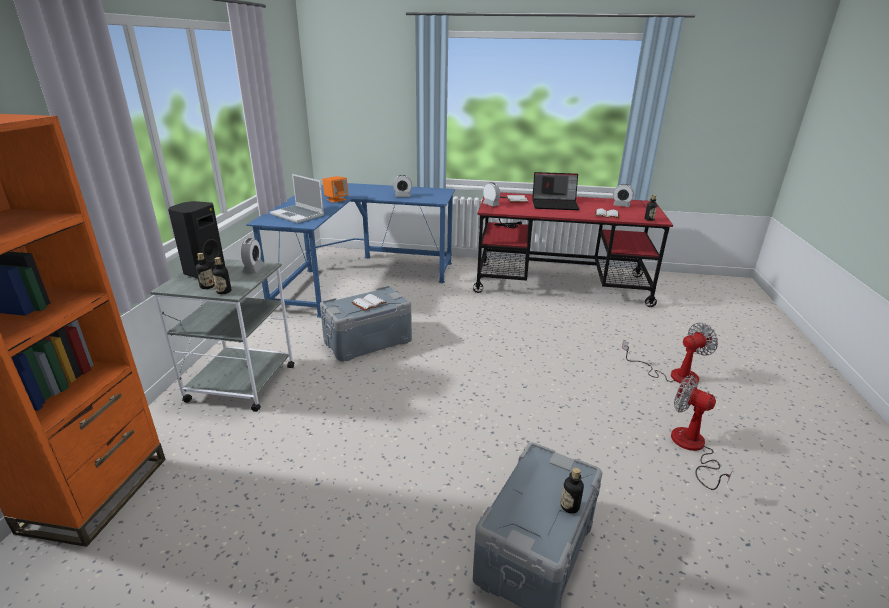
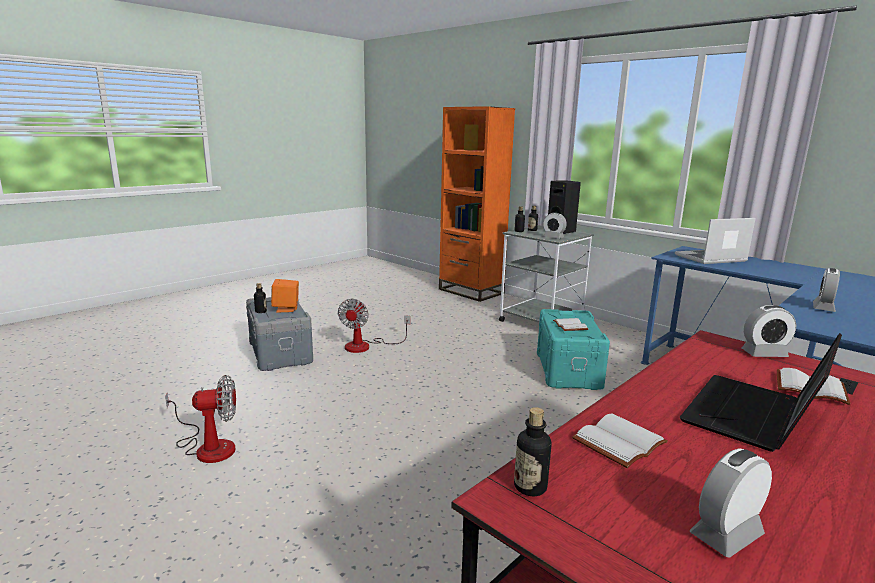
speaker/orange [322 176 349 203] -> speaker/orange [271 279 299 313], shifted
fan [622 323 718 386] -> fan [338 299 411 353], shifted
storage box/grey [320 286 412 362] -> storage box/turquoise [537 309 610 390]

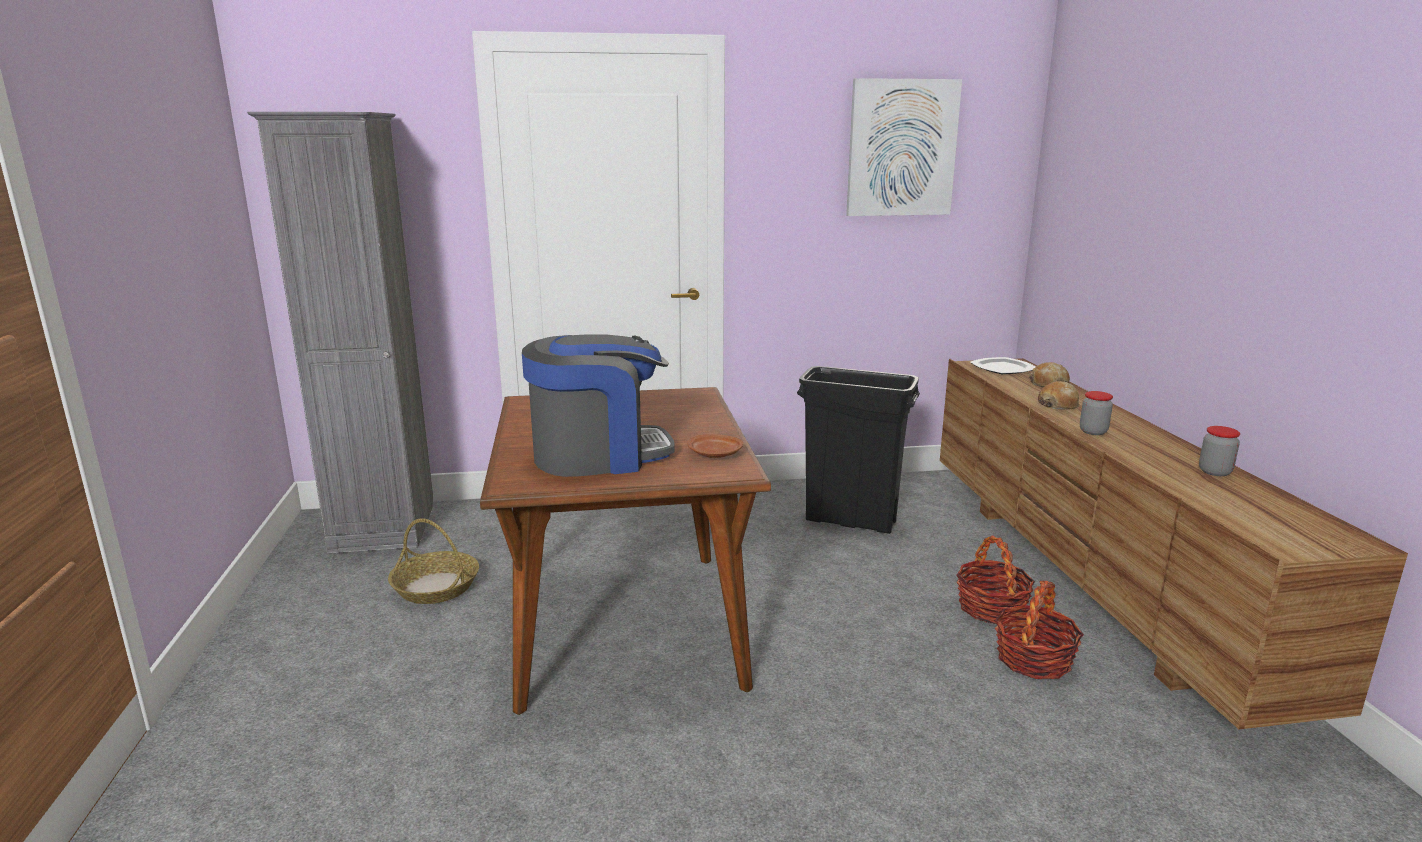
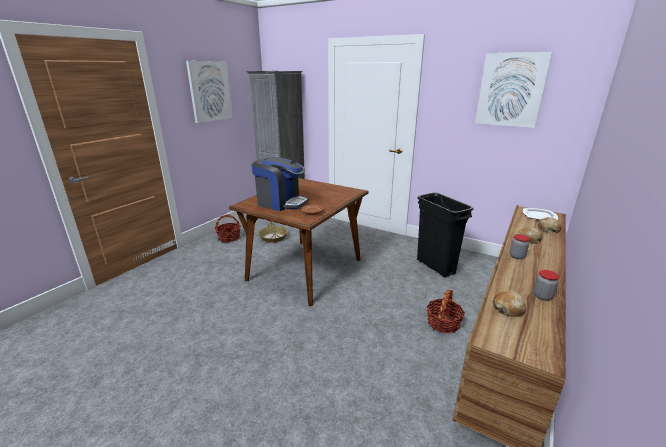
none -> picture [186 61 233 123]
none -> bread [493 291 526 317]
basket [995 581 1084 680] -> basket [215 214 241 242], shifted

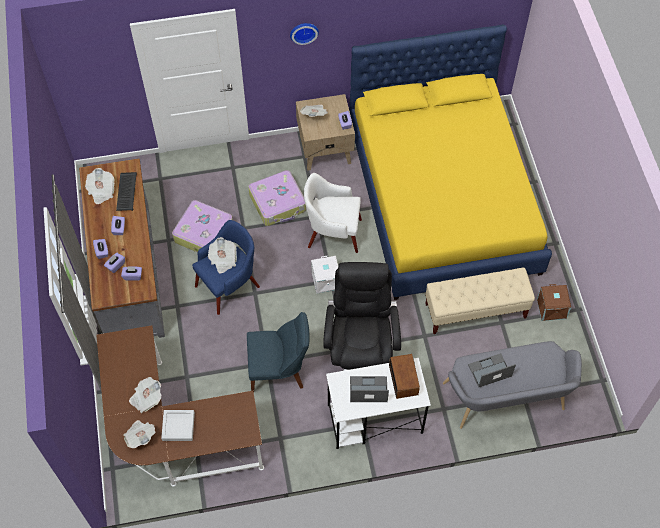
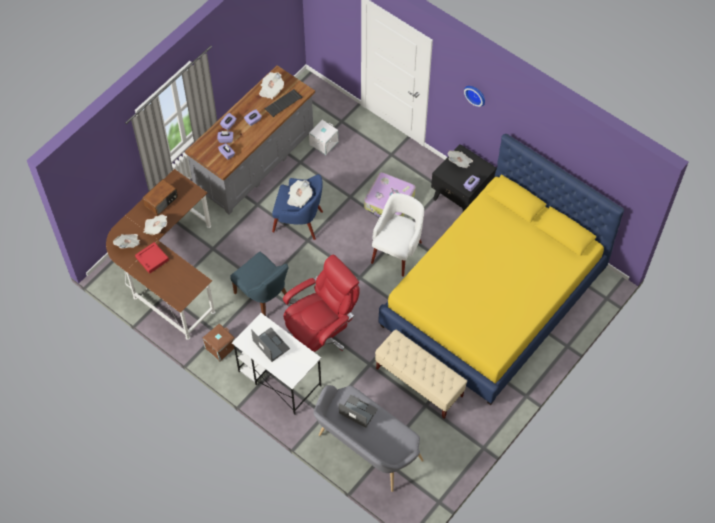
suitcase [172 200 233 252] -> none
storage box/white [311 256 338 294] -> storage box/white [309 120 339 155], shifted
radio [389 354 420 399] -> radio [143 179 178 216], shifted
storage box/brown [537 284 571 321] -> storage box/brown [203 323 235 362], shifted
tray/grey [161 410 195 441] -> tray/red [135 242 169 274]
nightstand/beige [296 94 355 171] -> nightstand/black [431 144 497 212]
office chair/black [323 262 401 371] -> office chair/red [283 254 360 352]
armchair/white [304 173 362 253] -> armchair/white [371 193 424 277], 60 degrees clockwise

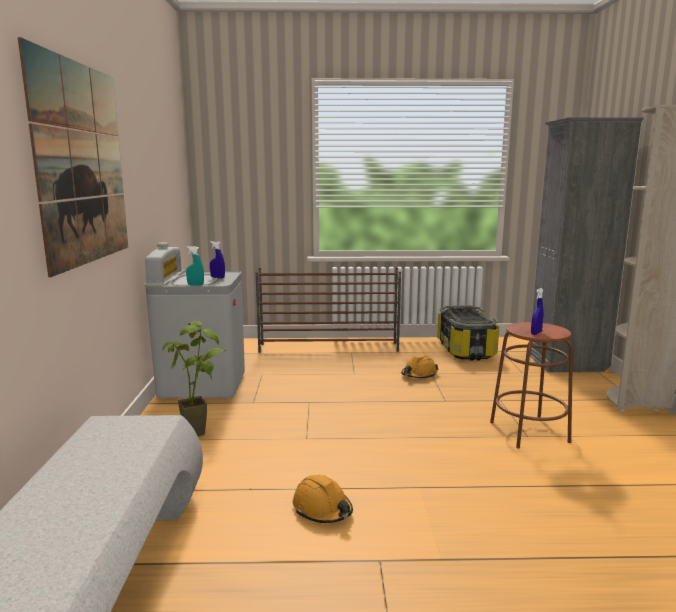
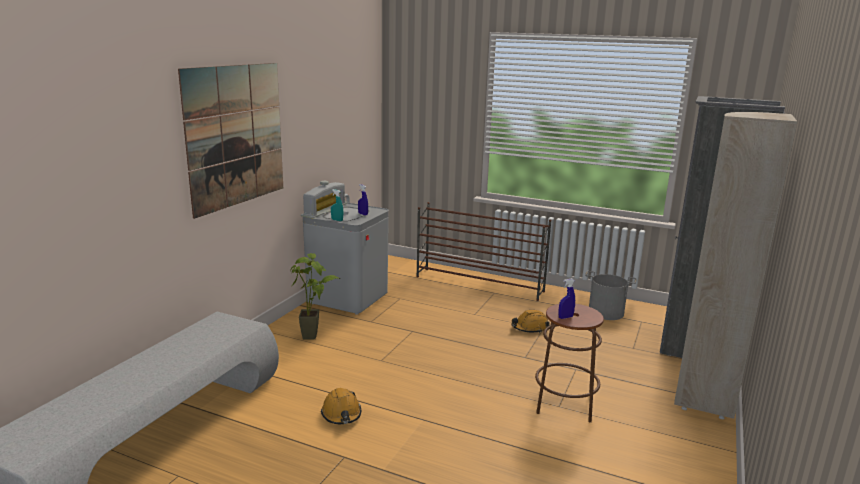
storage box [437 306 499 361] -> bucket/grey [585 271 637 320]

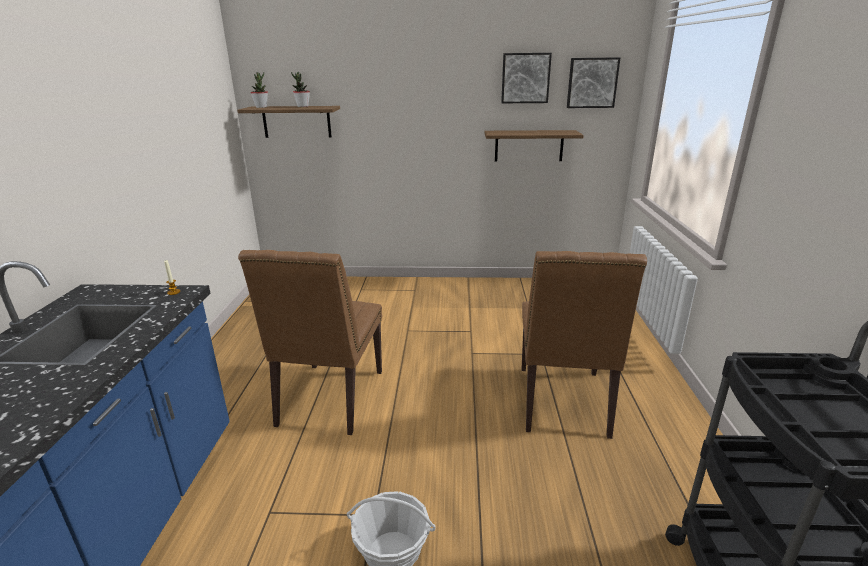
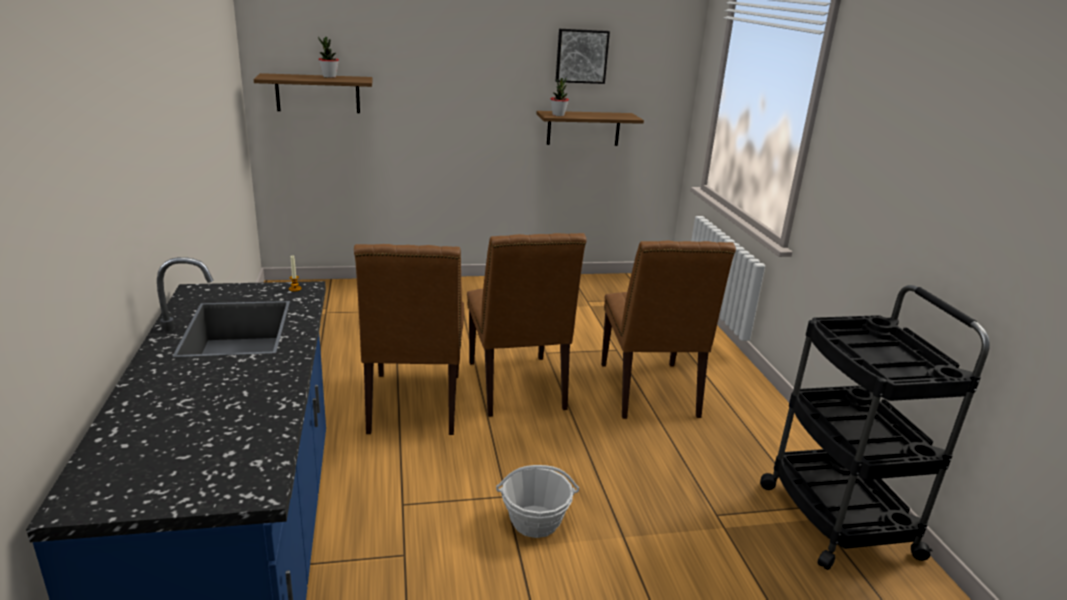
picture [567 57 620 108] -> none
none -> chair/brown [467 233 586 417]
potted plant [250 72 268 108] -> potted plant [550 78 569 116], shifted

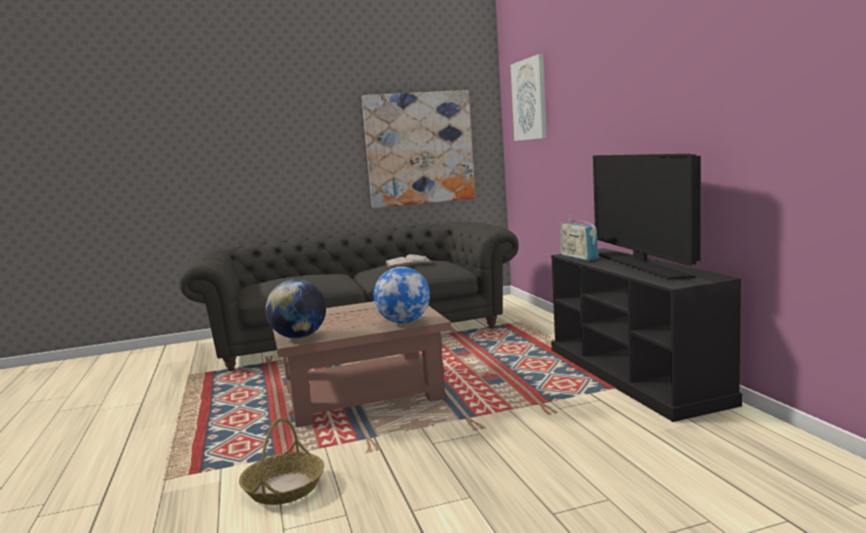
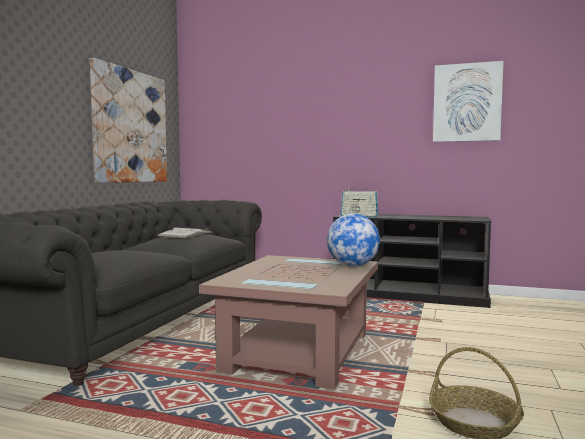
globe [266 279 326 338] -> none
television [593 154 701 280] -> none
picture [511 54 547 141] -> picture [433 61 504 142], shifted

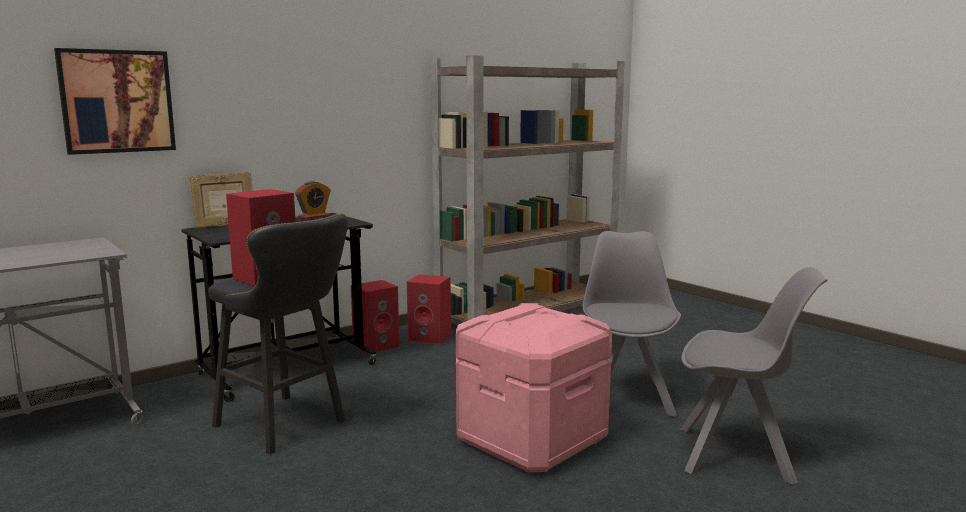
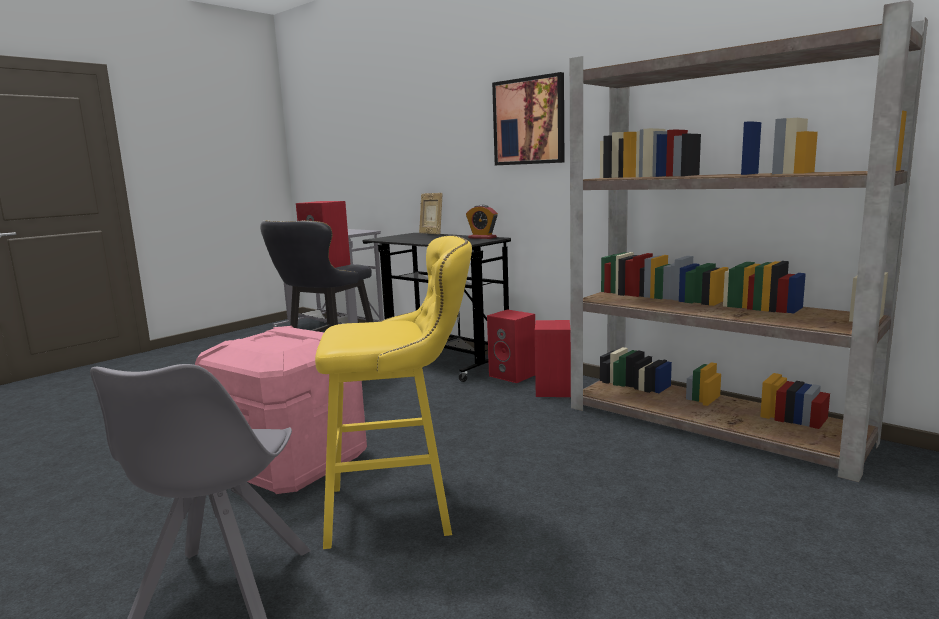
picture [54 48 176 155] -> picture [492 72 564 165], shifted
chair/grey [583 231 681 417] -> stool/yellow [315 235 472 549]

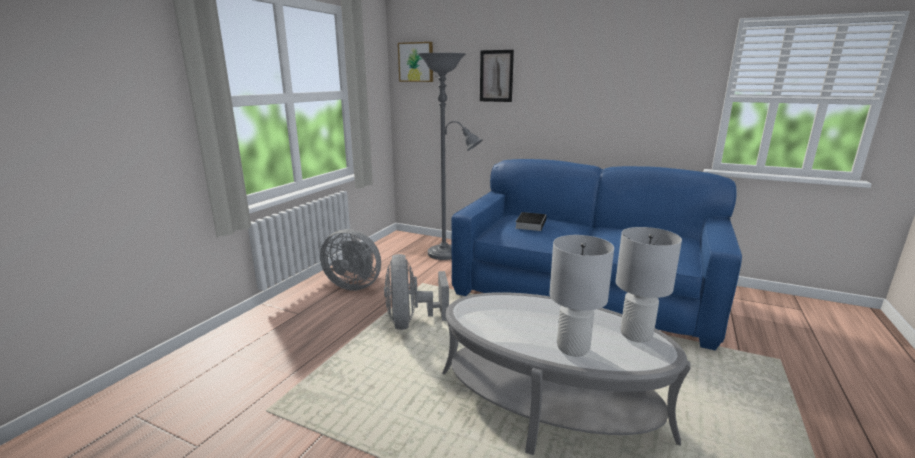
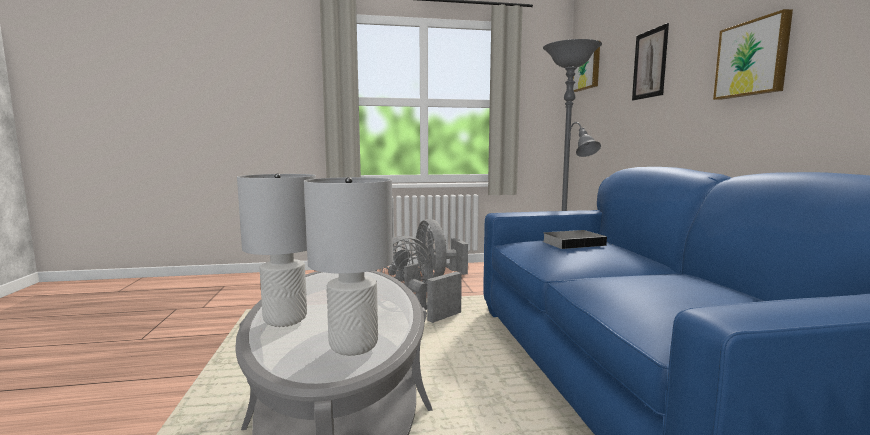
none -> picture [713 9 793 100]

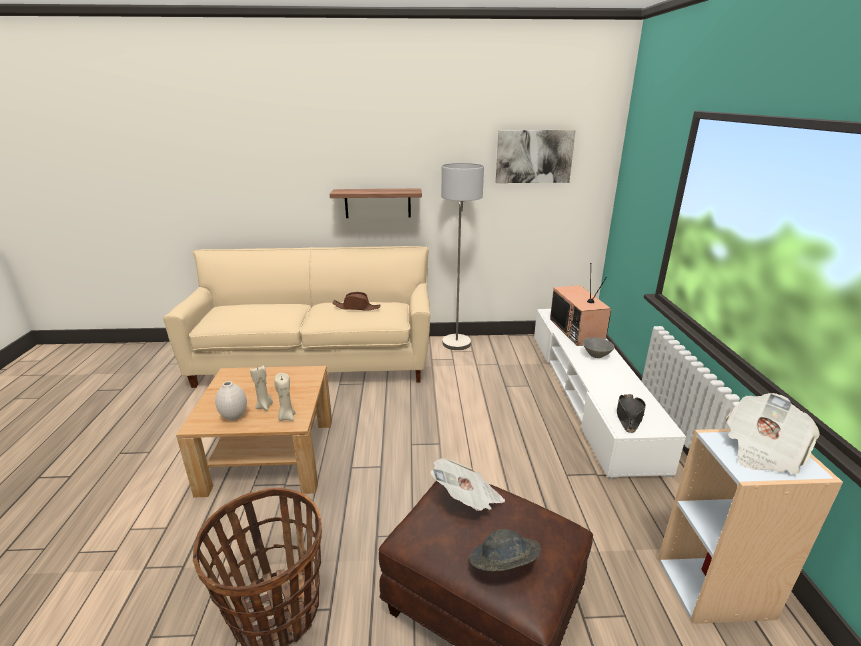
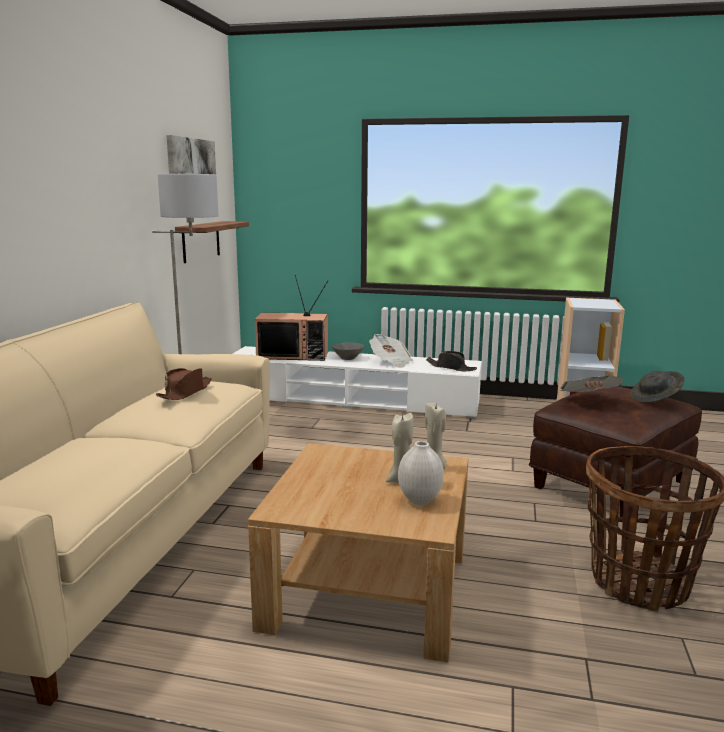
shelf [330 189 422 218] -> shelf [175 221 249 263], shifted
newspaper [726 393 820 474] -> newspaper [369 334 413 368], shifted

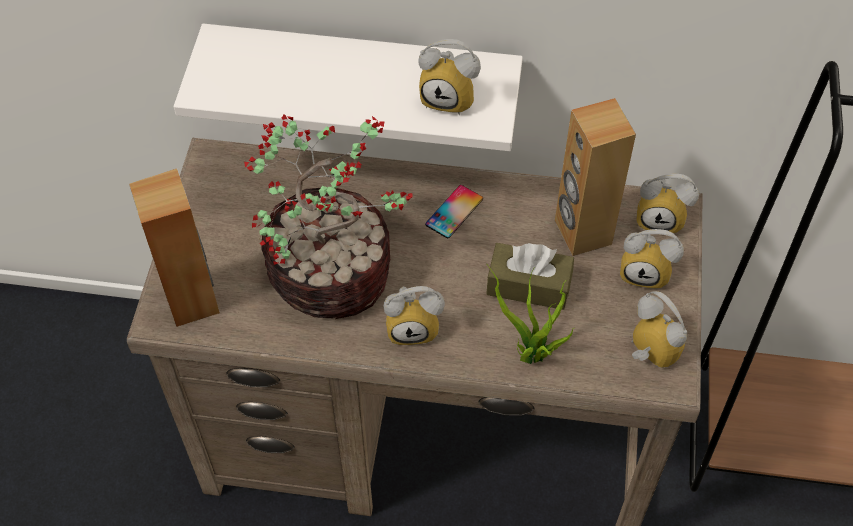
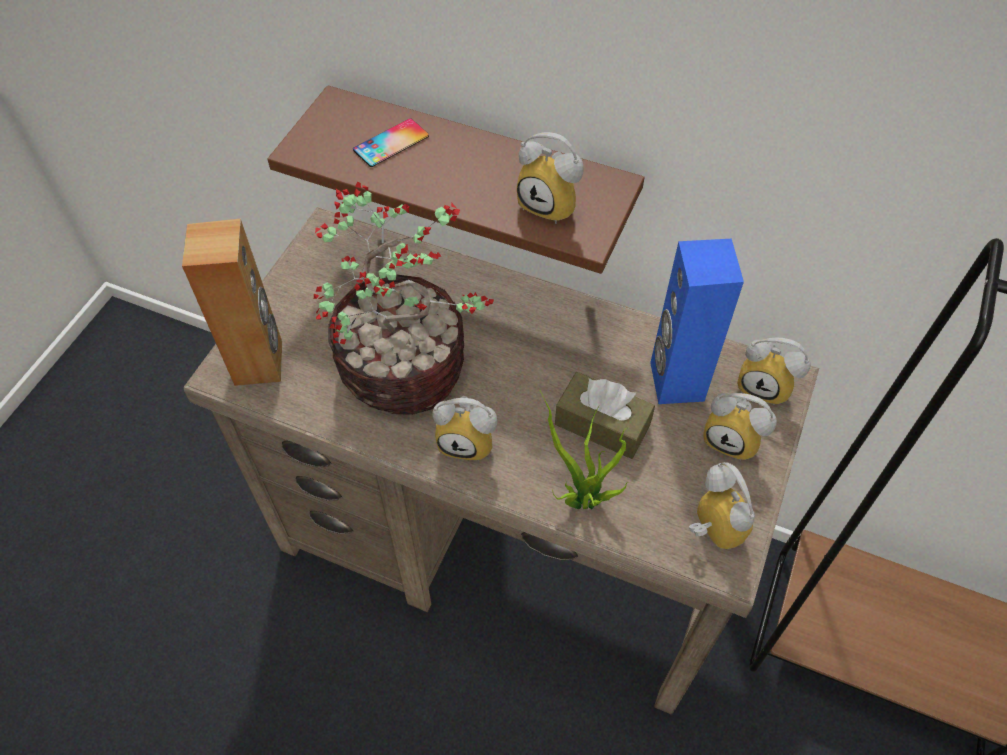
phone [425 185 483 238] -> phone [353 118 429 167], shifted
shelf/white [174 24 523 151] -> shelf/brown [267 85 645 274]
speaker/brown [555 98 636 256] -> speaker/blue [650 239 744 404]

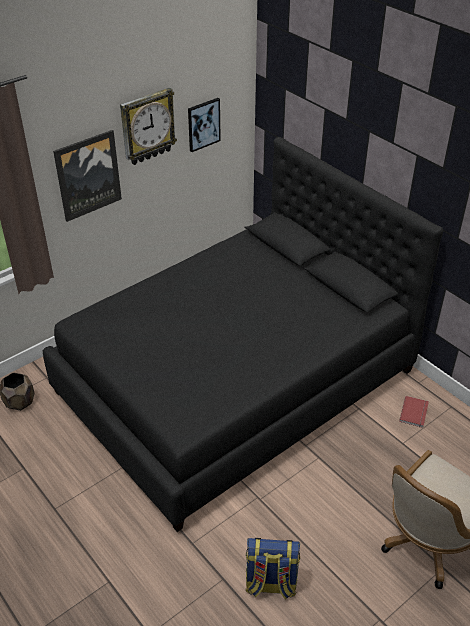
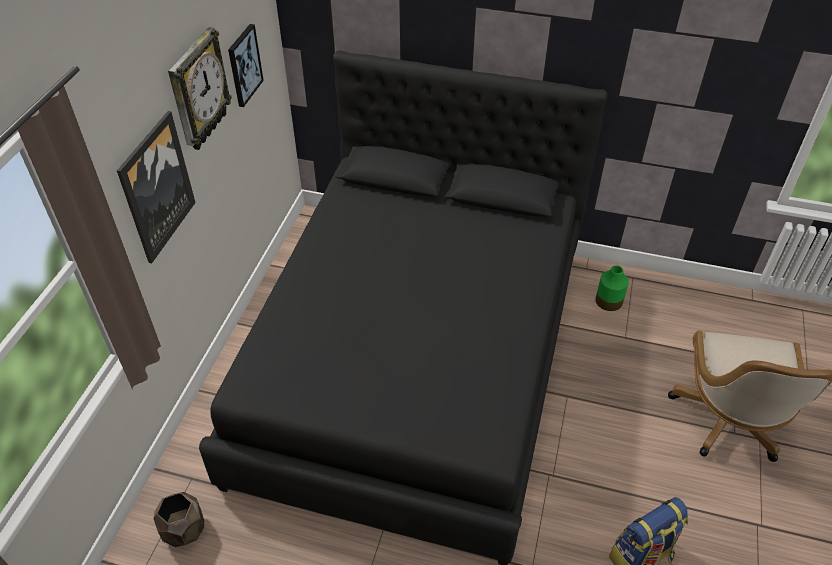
book/red [399 396 429 428] -> vase/green [595 265 629 311]

